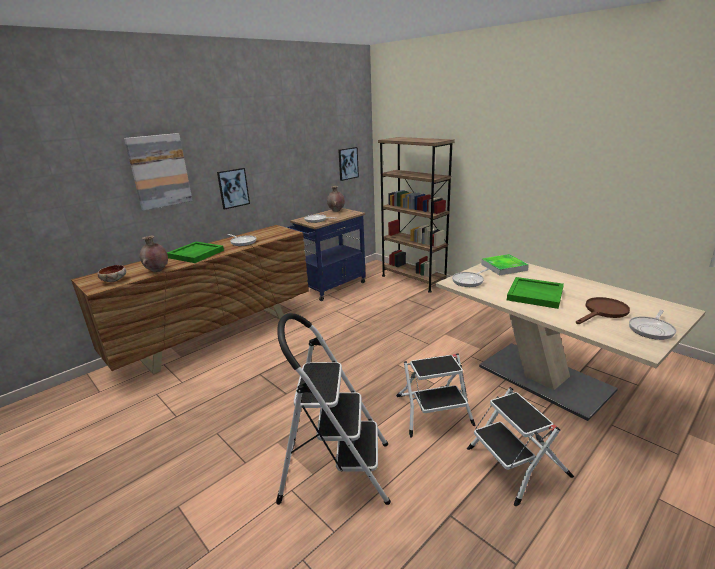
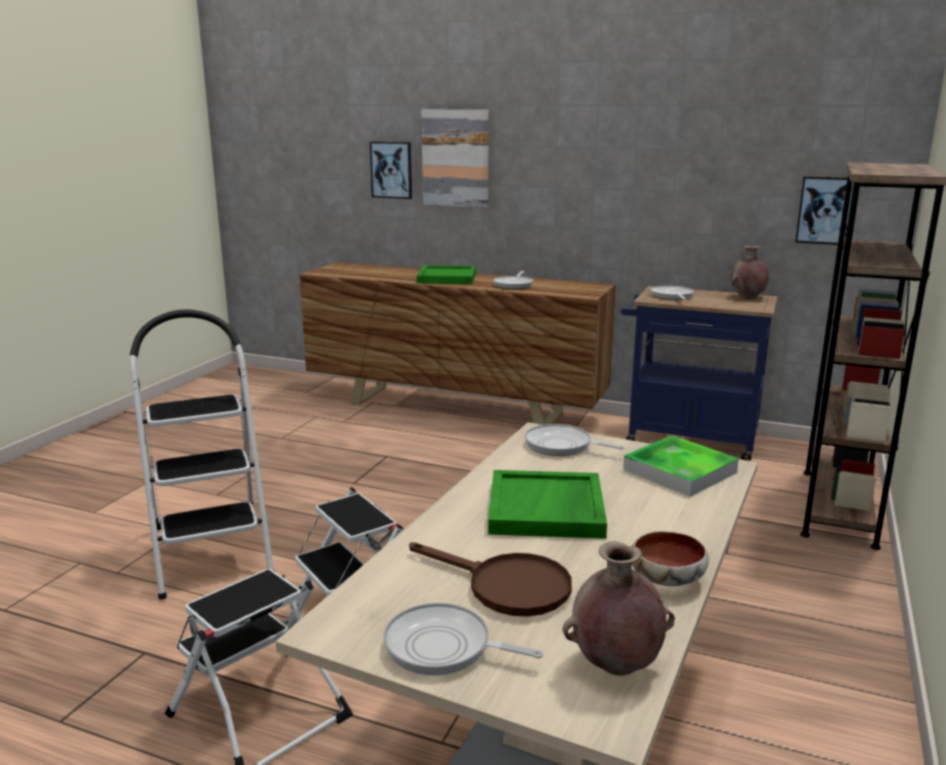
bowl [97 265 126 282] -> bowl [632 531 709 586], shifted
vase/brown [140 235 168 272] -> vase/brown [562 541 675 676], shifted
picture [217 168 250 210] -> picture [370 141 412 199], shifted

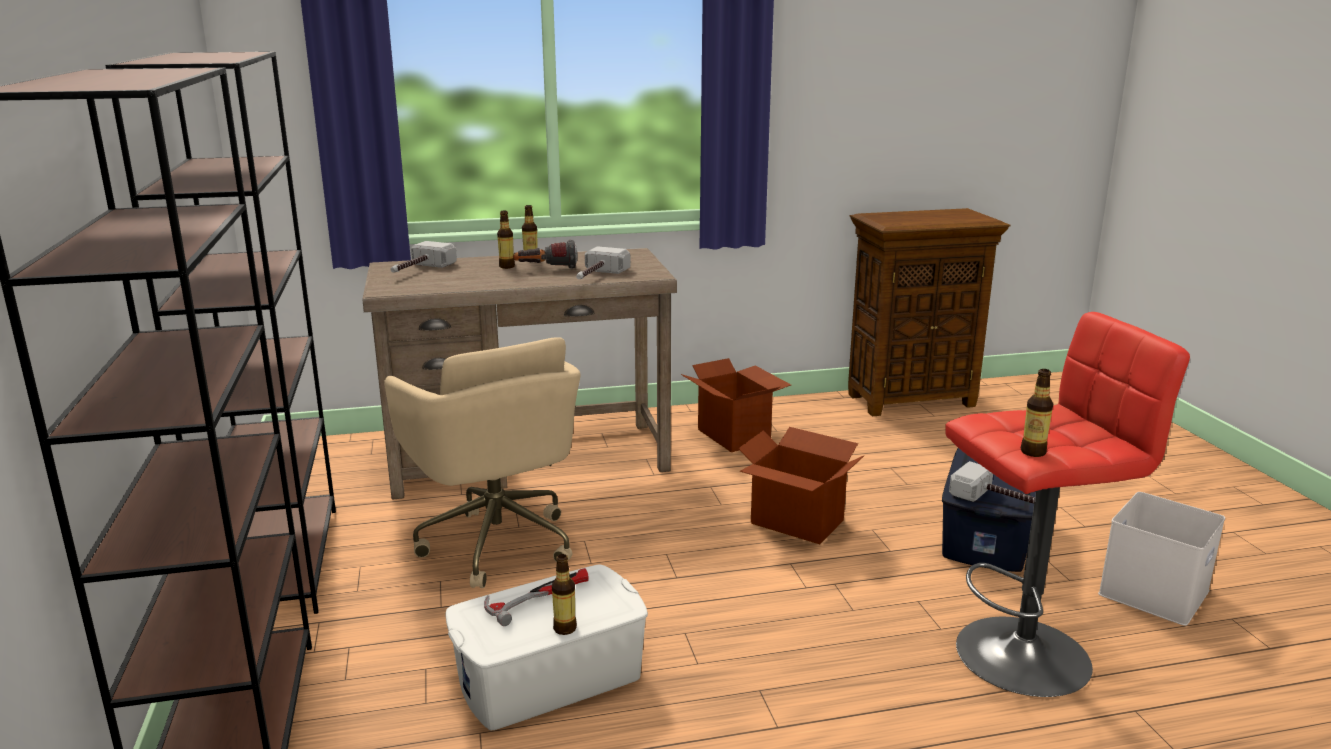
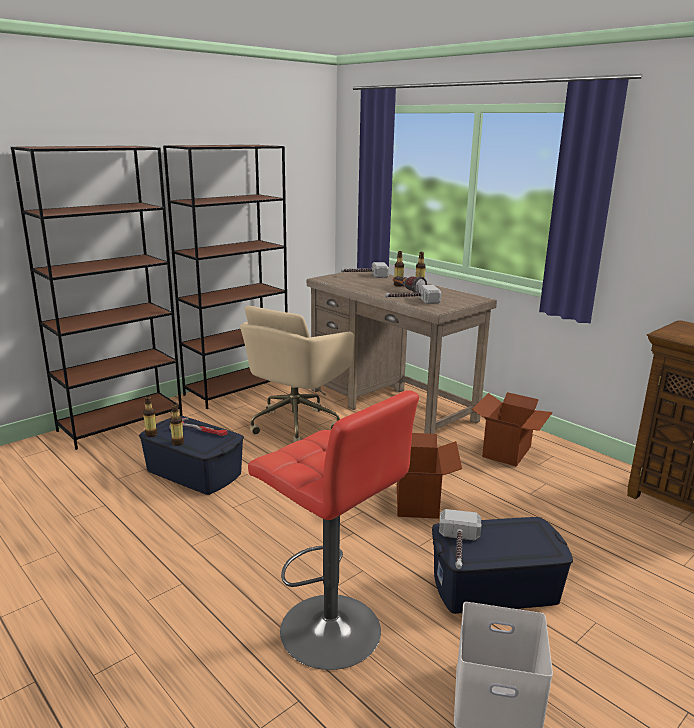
bottle [1021 369 1053 457] -> bottle [143 395 157 437], shifted
storage box/white [445 565 648 730] -> storage box/blue [139 416 244 495]

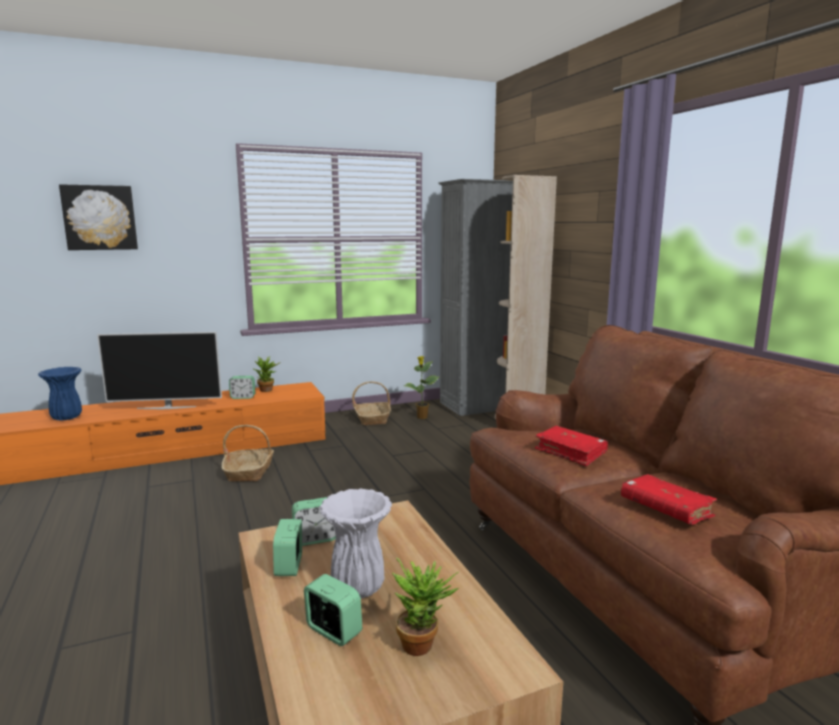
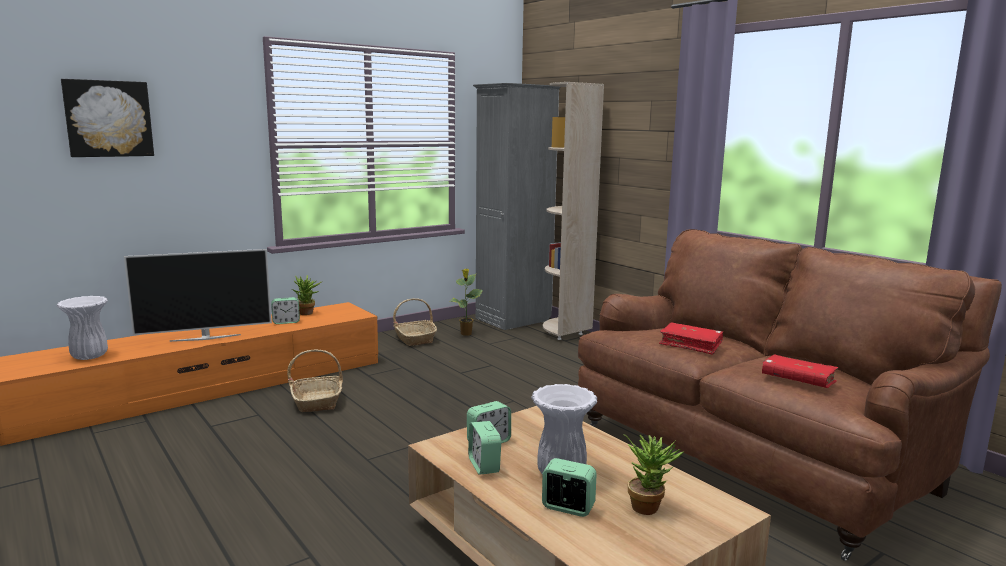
vase/blue [38 367 82 421] -> vase/white [57 296 108 360]

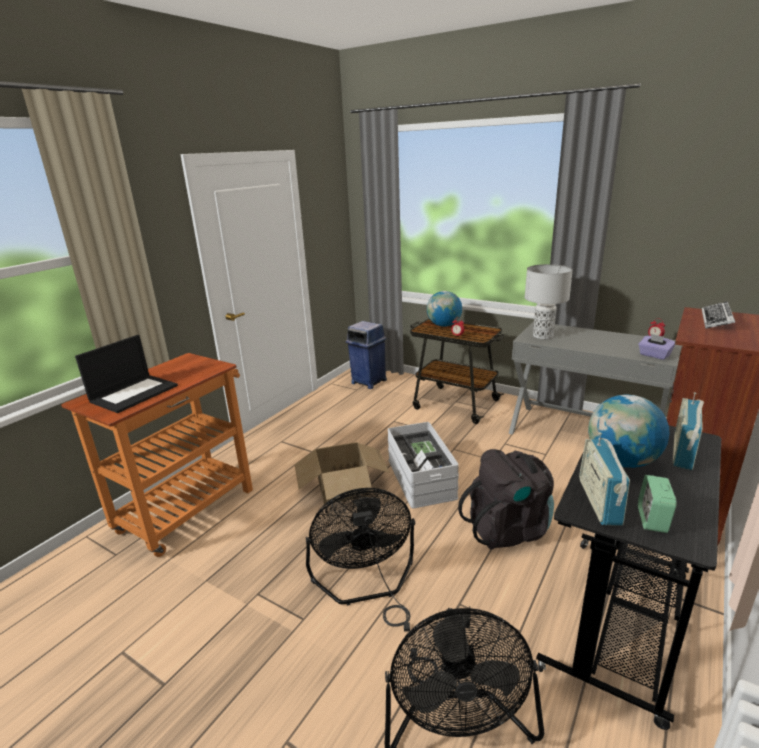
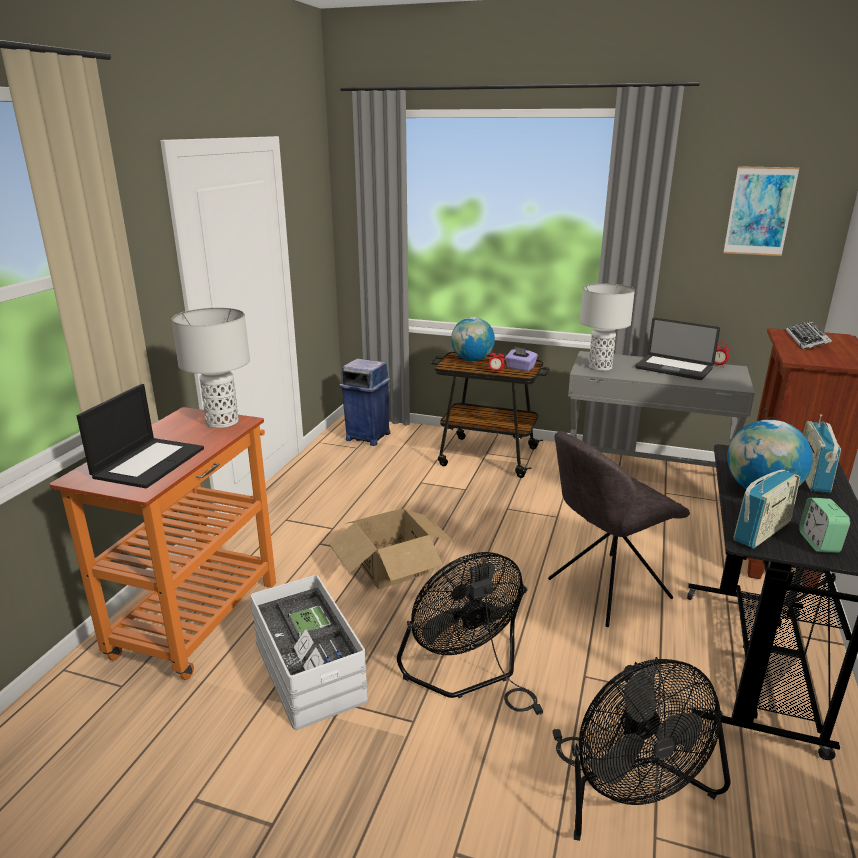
none -> table lamp/white [172 308 250 428]
none -> laptop [635 318 720 380]
none -> picture [723 166 800 256]
storage box/white [388 422 459 508] -> storage box/white [251 575 368 730], shifted
tissue box/purple [638 334 675 360] -> tissue box/purple [505 347 538 372], shifted
backpack/black [458 449 554 550] -> chair/grey [548 431 690 627]
radio [579 433 630 526] -> radio [734 470 801 548], 120 degrees counterclockwise

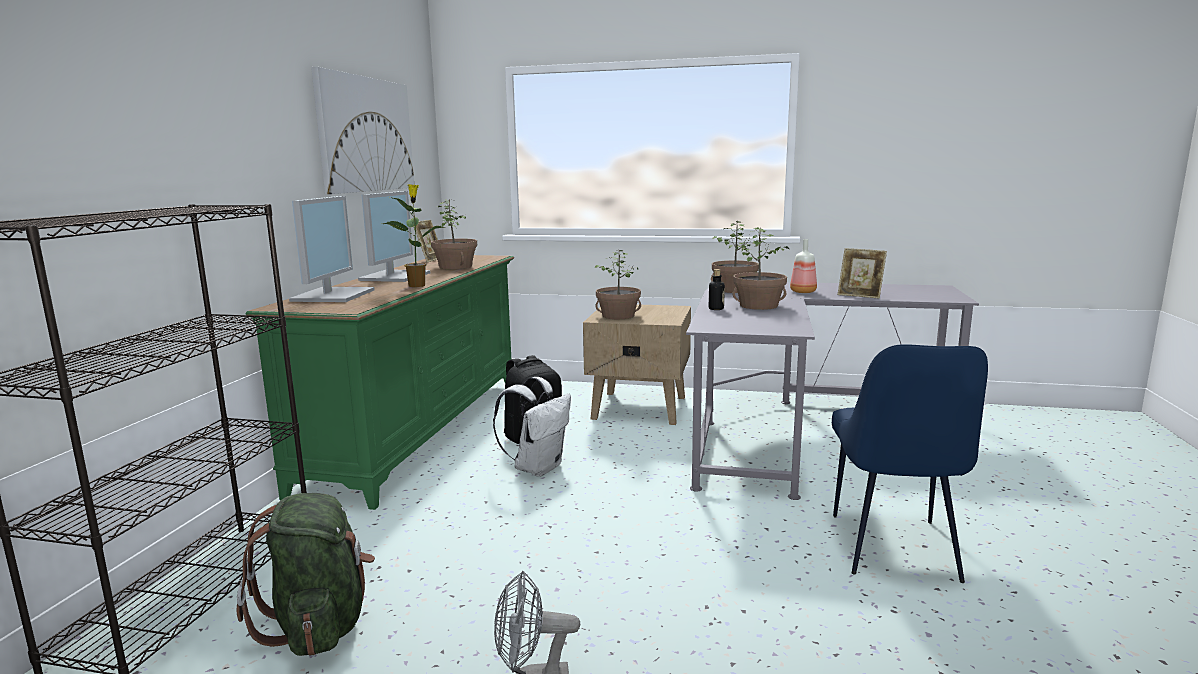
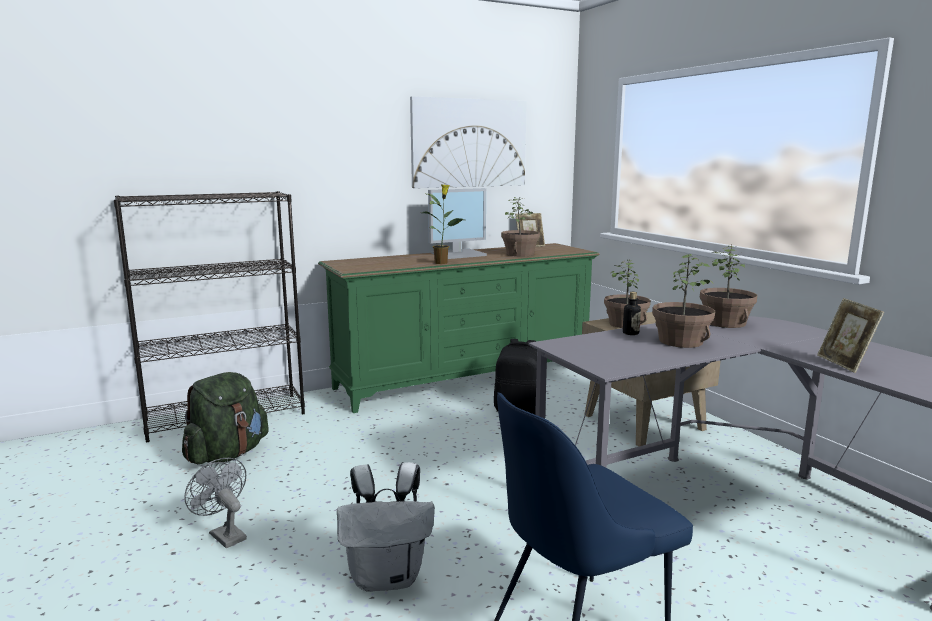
monitor [289 196 375 302] -> none
bottle [790 239 817 293] -> none
backpack/white [493 377 571 477] -> backpack/white [337 462 435 592], shifted

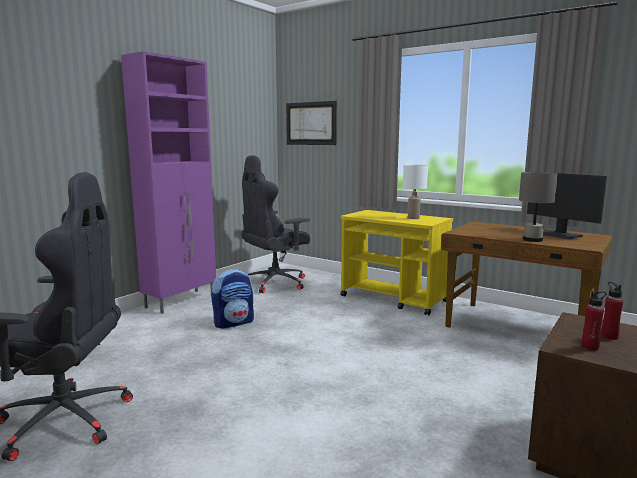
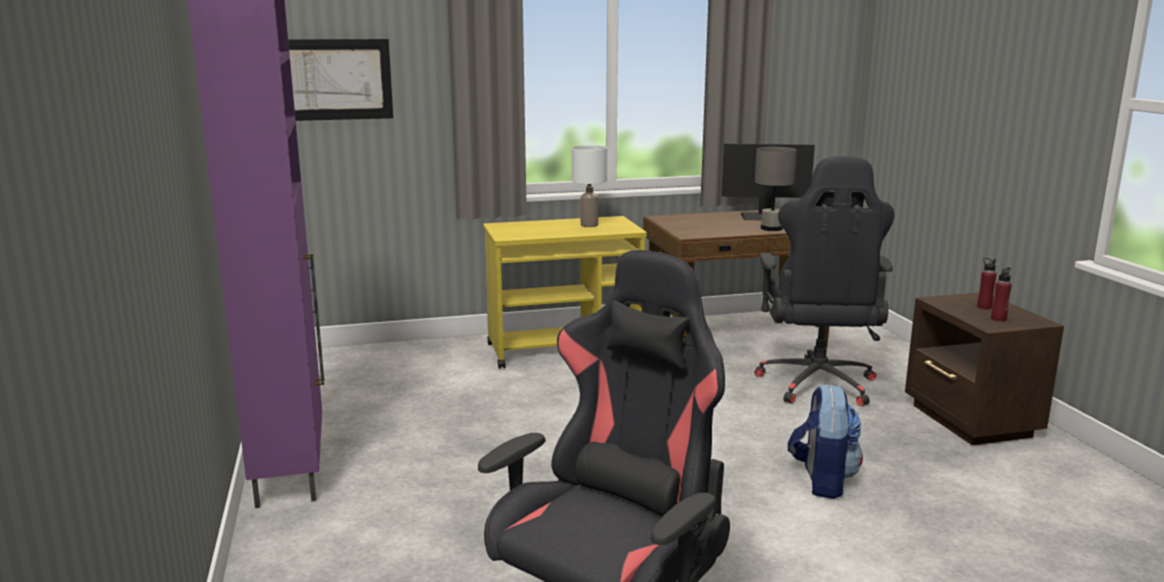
backpack [211 269 254 329] -> backpack [788 383 863 499], shifted
office chair/black [241 155 310 293] -> office chair/black [754 156 895 406], shifted

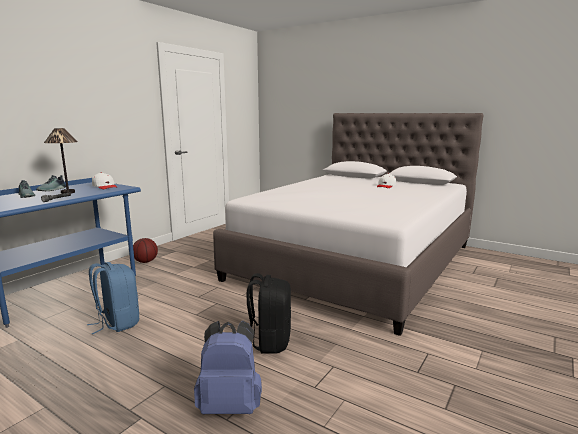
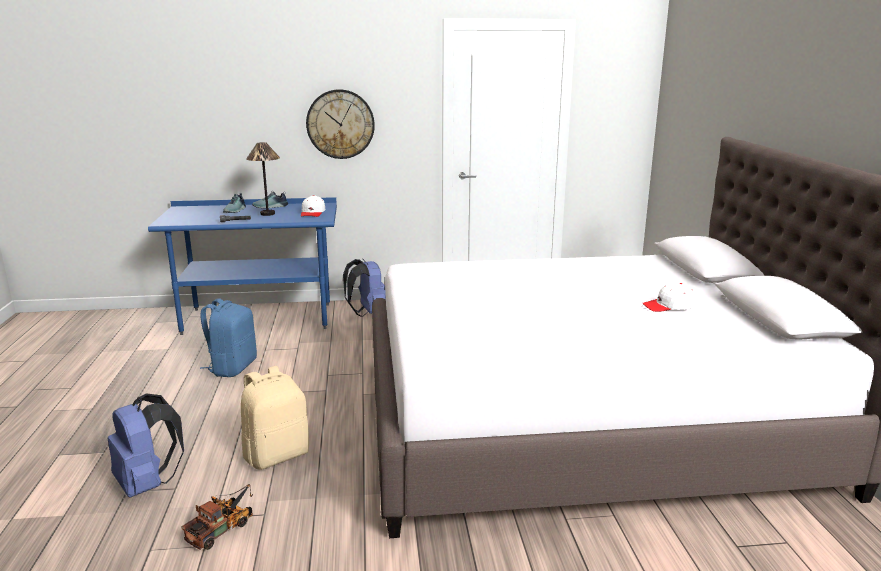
none -> toy truck [181 484 253 550]
none -> wall clock [306 89 375 159]
basketball [133 238 158 263] -> backpack/blue [343 258 386 317]
backpack/black [246 273 291 354] -> backpack/beige [241 366 309 470]

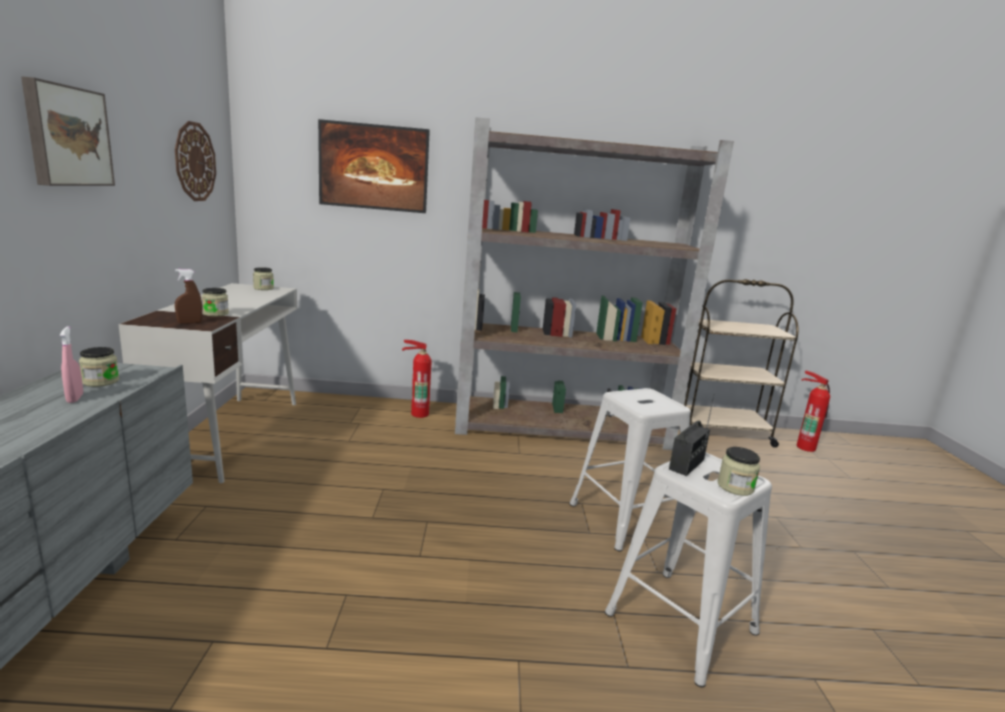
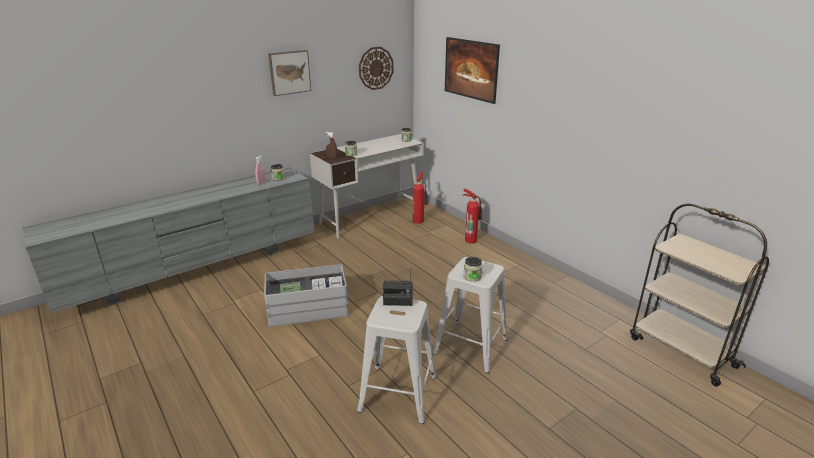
bookcase/brown [455 117 734 450] -> none
none -> storage box/grey [264 264 349 327]
jar [717 447 760 496] -> jar [463 257 482 282], shifted
fire extinguisher [797 371 830 452] -> fire extinguisher [413 172 428 224], shifted

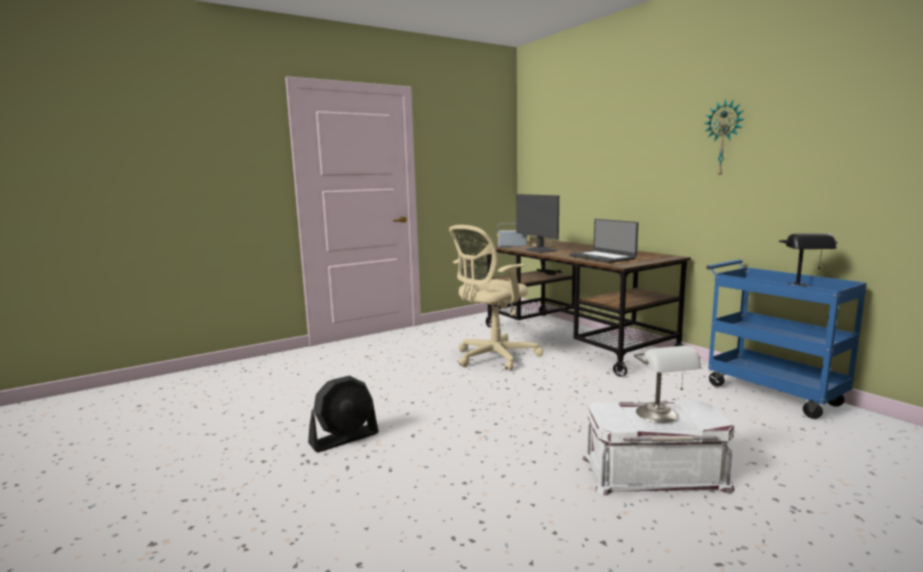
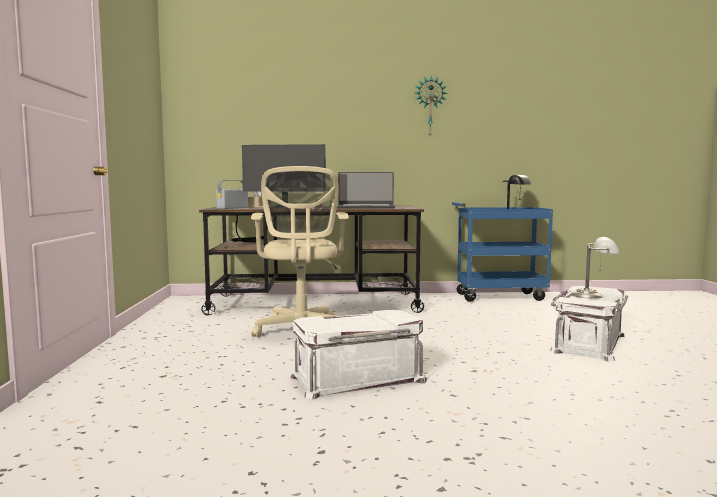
fan/black [308 376 379 452] -> none
none -> storage box/white [290 310 427 399]

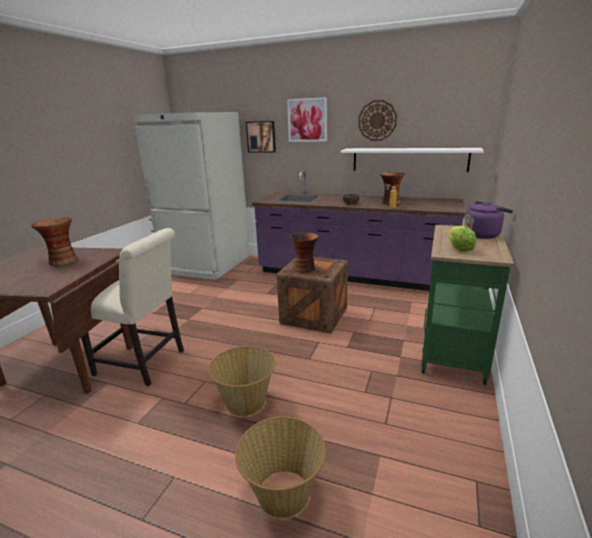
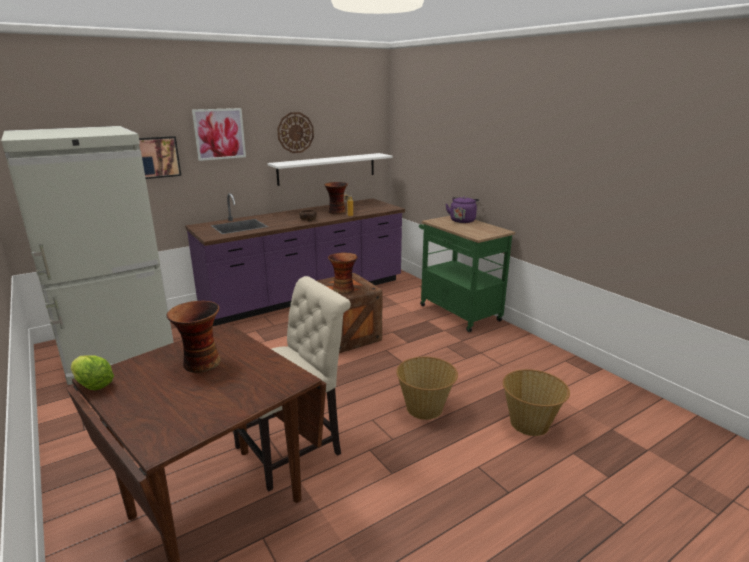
lettuce [449 226 476 252] -> lettuce [71 356 114 390], shifted

